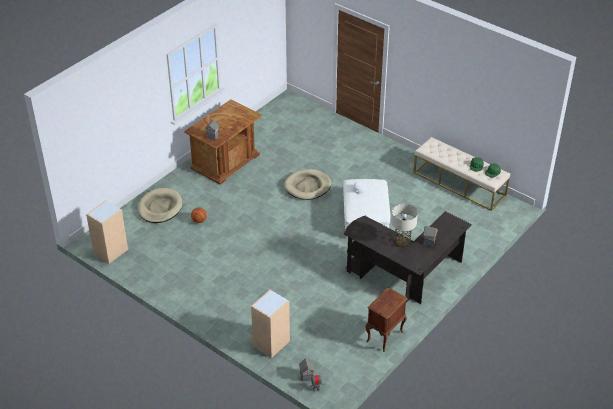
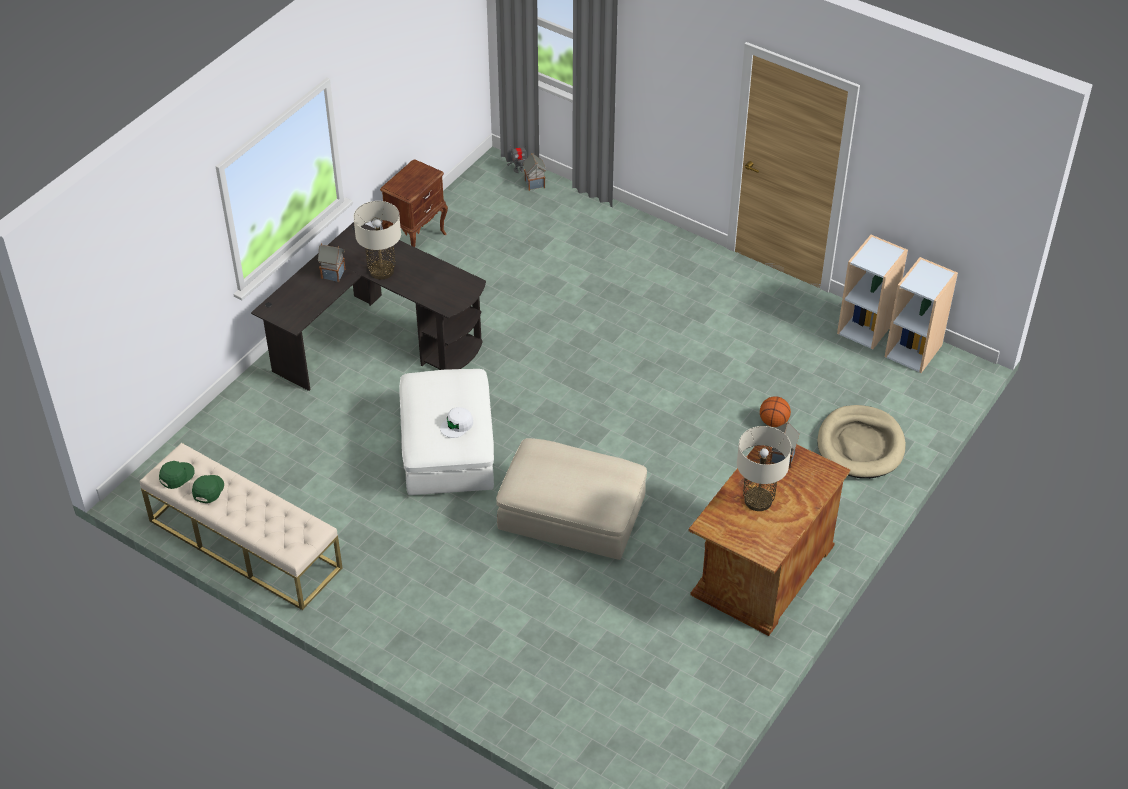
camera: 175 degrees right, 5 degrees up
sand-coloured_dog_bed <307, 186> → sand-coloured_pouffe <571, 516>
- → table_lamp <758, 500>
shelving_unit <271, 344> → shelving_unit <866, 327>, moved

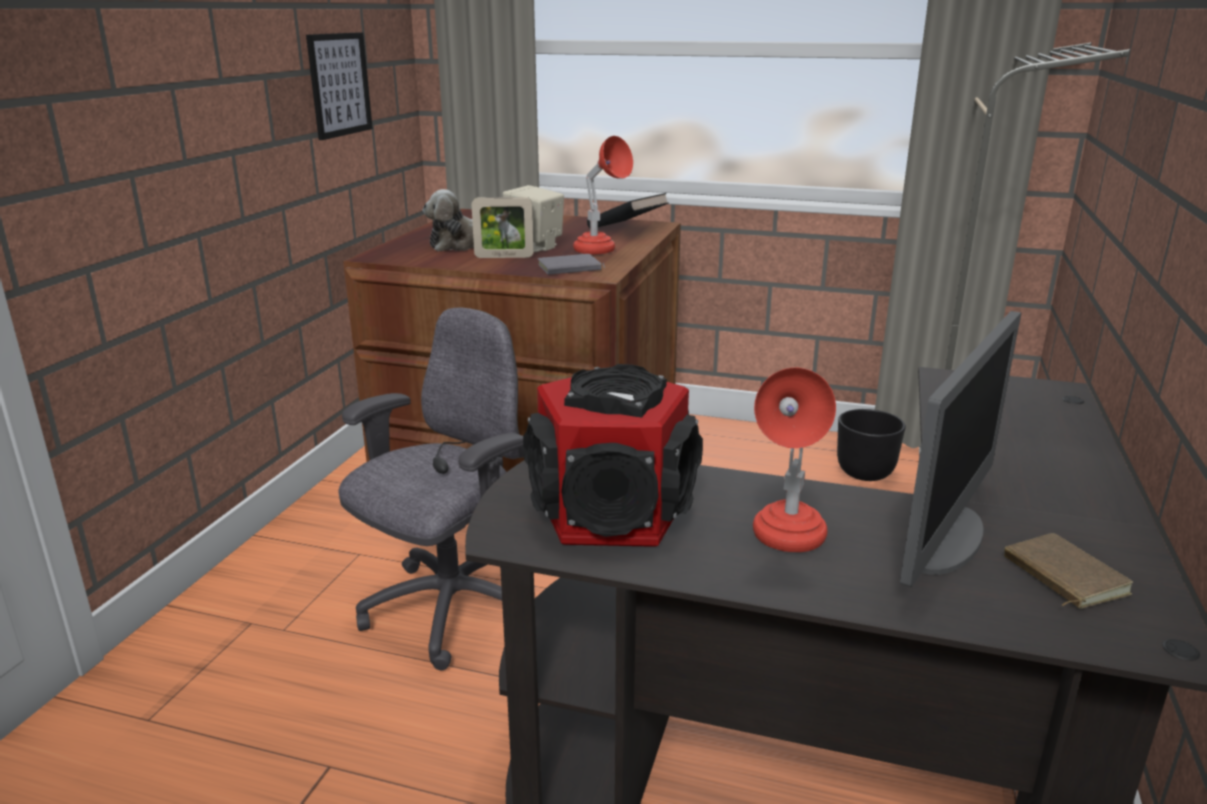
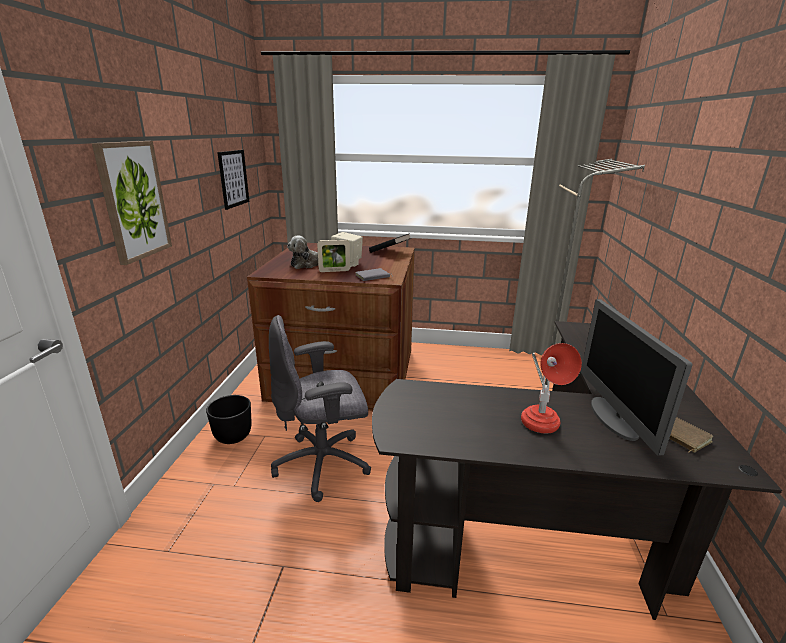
camera: 10 degrees left, 0 degrees up
- → wall_art <133, 201>
blackish_planter <864, 473> → blackish_planter <233, 436>, moved
grey_computer_chair <449, 610> → grey_computer_chair <324, 464>, 135 degrees counterclockwise
monitor <944, 539> → monitor <614, 419>, 150 degrees clockwise
loudspeaker <610, 512> → -
red_table_lamp <601, 252> → -

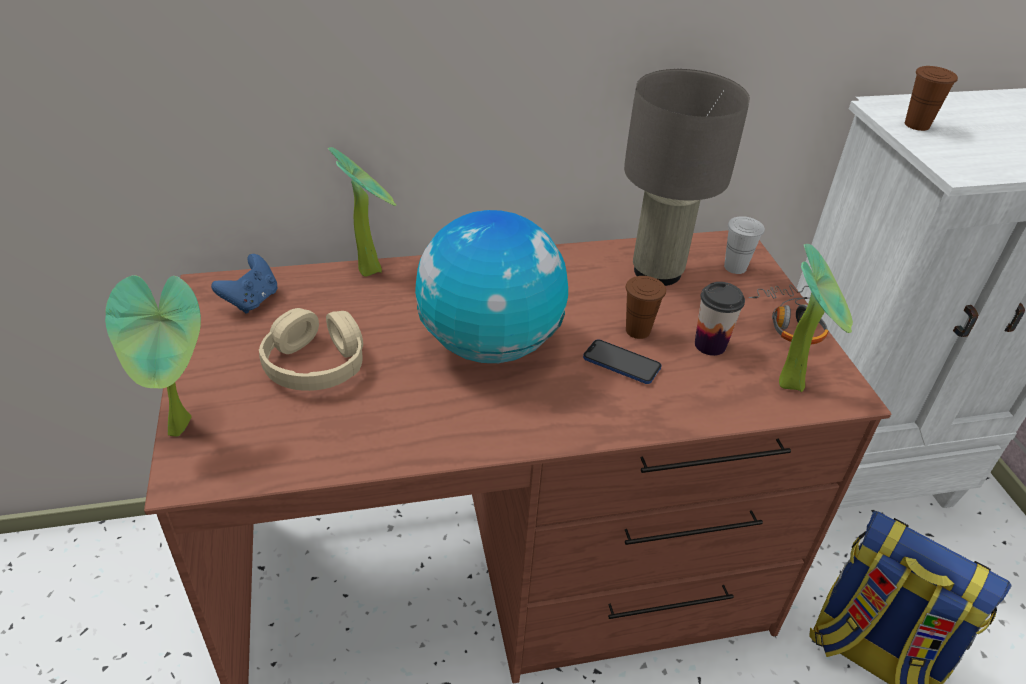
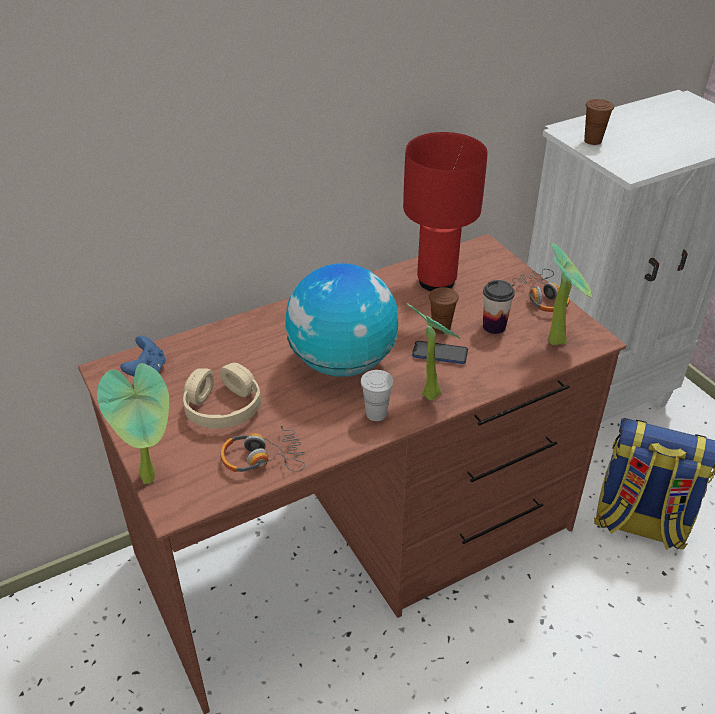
camera: 15 degrees left, 0 degrees up
- → headphones <263, 458>
white_small_cup <735, 267> → white_small_cup <376, 414>, moved
grey_table_lamp <657, 271> → red_table_lamp <436, 281>
houseplant <371, 268> → houseplant <431, 391>, moved

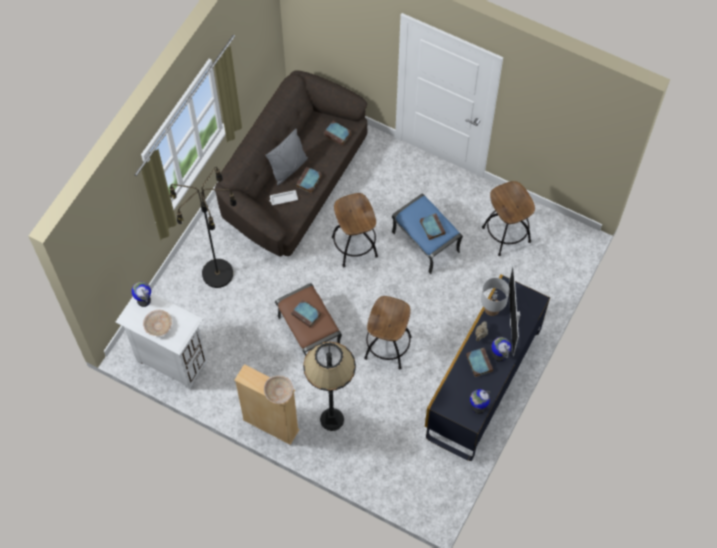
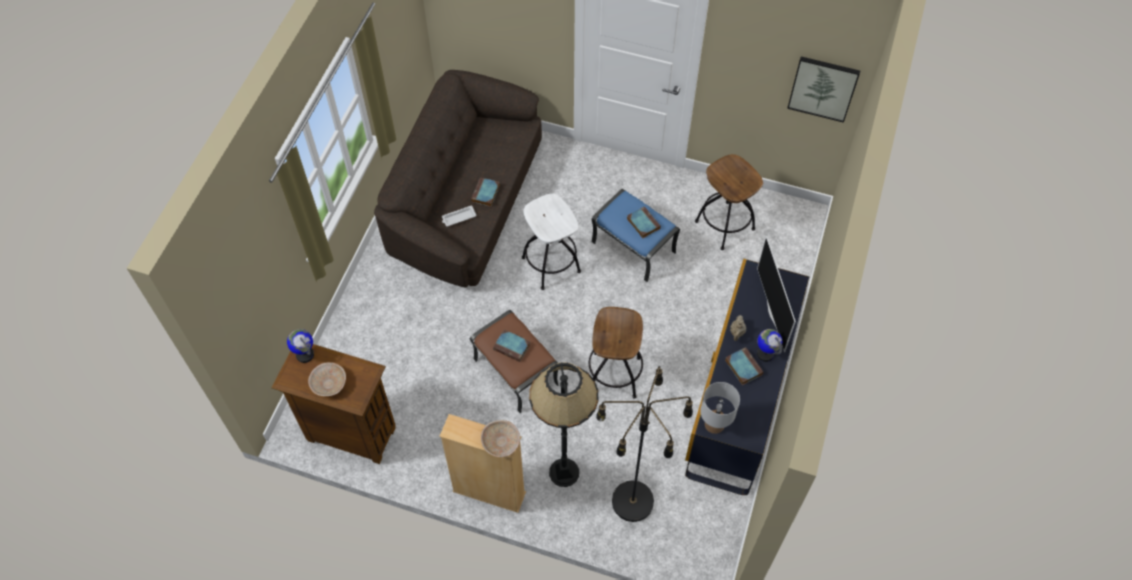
camera: 10 degrees left, 5 degrees down
white_storage_cabinet <171, 362> → brown-coloured_storage_cabinet <350, 435>
brown-coloured_stool_seat <354, 246> → white_stool_seat <551, 264>
standing_lamp <217, 274> → standing_lamp <633, 503>, moved
grey_table_lamp <491, 309> → grey_table_lamp <714, 424>, moved
- → wall_art <823, 88>
grey_cushion <288, 168> → -
bound_book <338, 134> → -
world_globe <478, 407> → -

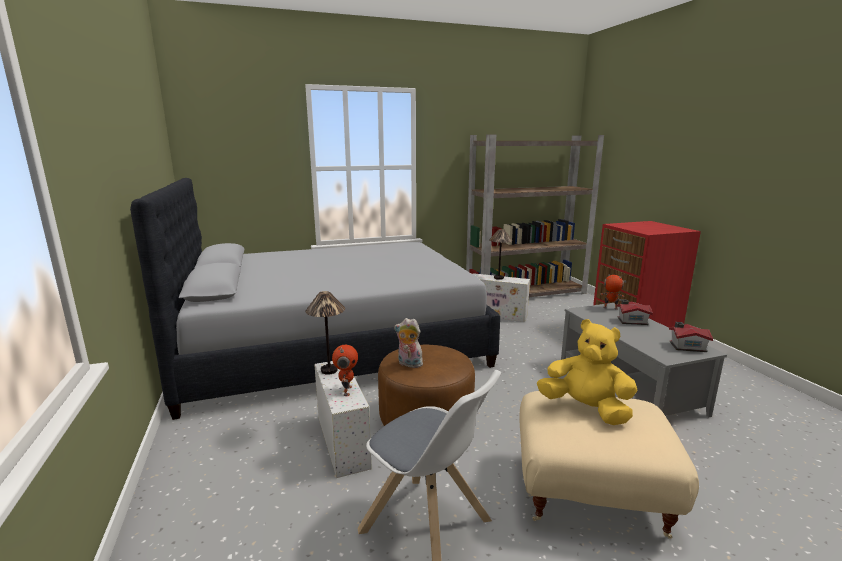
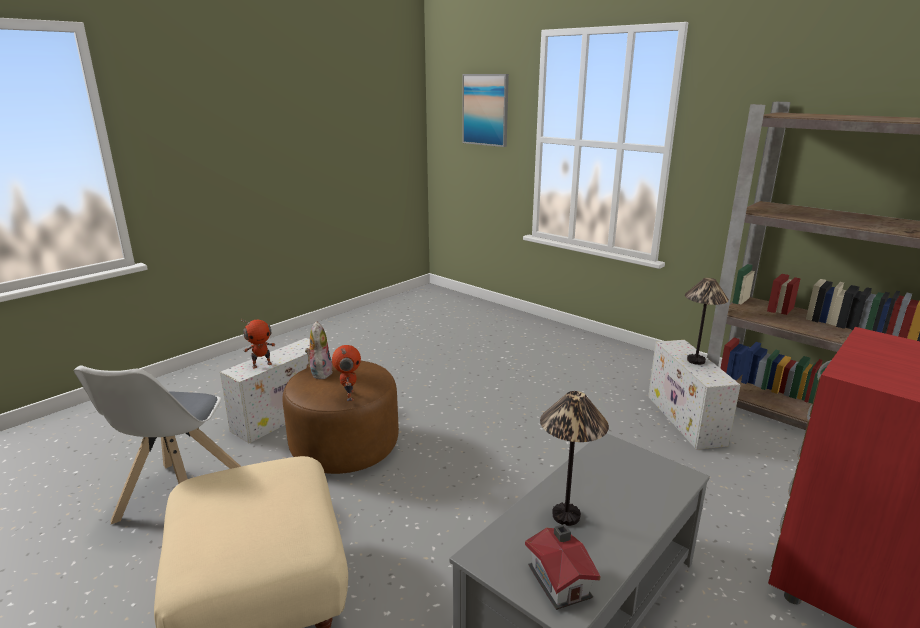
camera: 60 degrees right, 5 degrees up
model_robot <610, 308> → model_robot <349, 395>, moved
- → wall_art <485, 110>
table_lamp <329, 370> → table_lamp <567, 516>, moved
grey_bed <333, 345> → -
yellowish_soft_toy <585, 409> → -
miniature_house <631, 321> → -

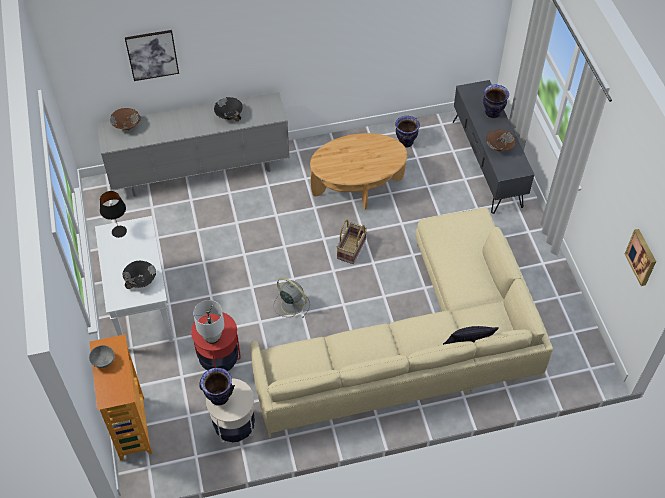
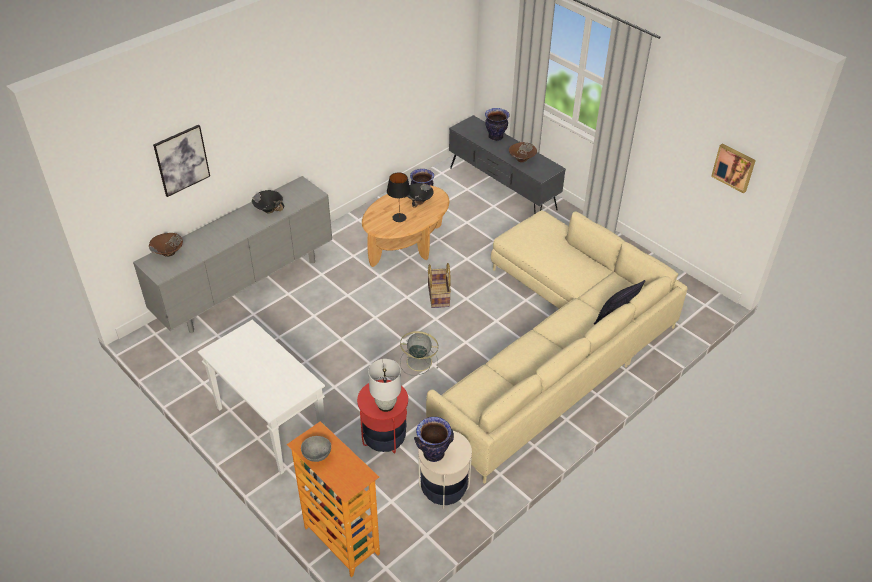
camera: 30 degrees left, 10 degrees down
blackish_table_lamp <118, 231> → blackish_table_lamp <399, 217>, moved
blackish_serving_bowl <141, 281> → blackish_serving_bowl <419, 201>, moved

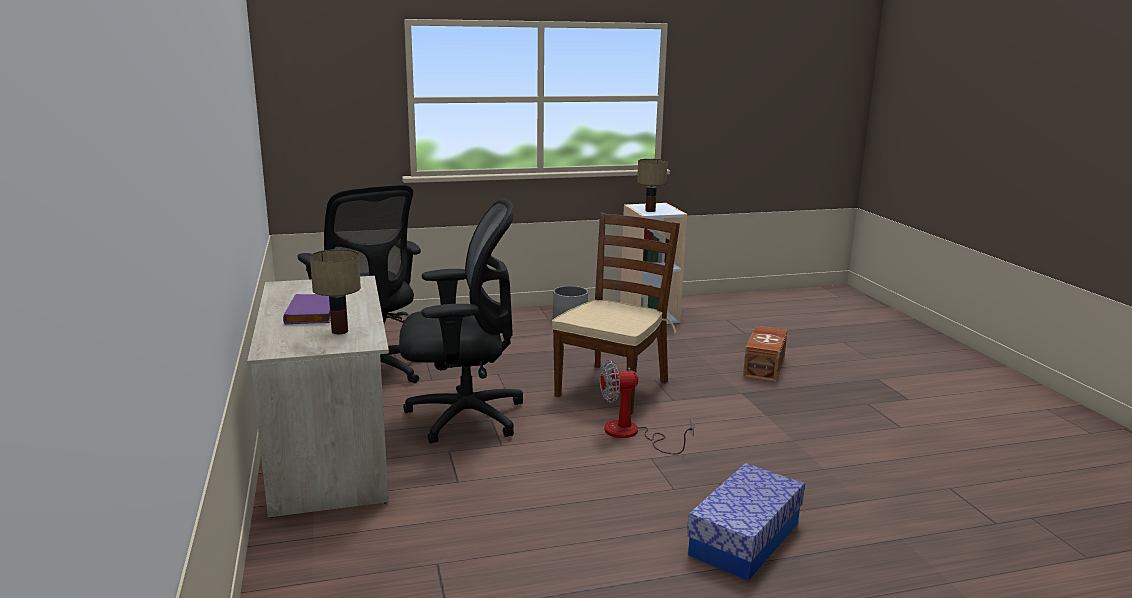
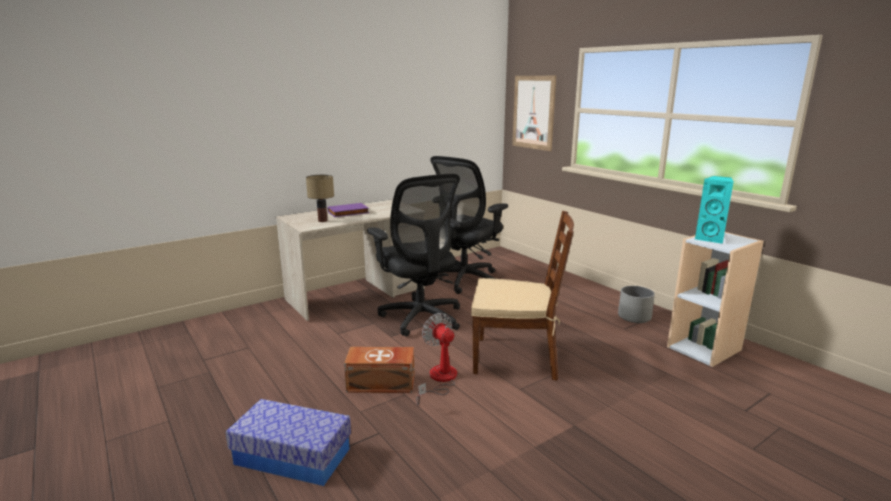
camera: 70 degrees right, 0 degrees up
brown-coloured_storage_container <765, 367> → brown-coloured_storage_container <382, 384>, moved
- → wall_art <533, 112>
table_lamp <650, 210> → blue-green_loudspeaker <710, 239>

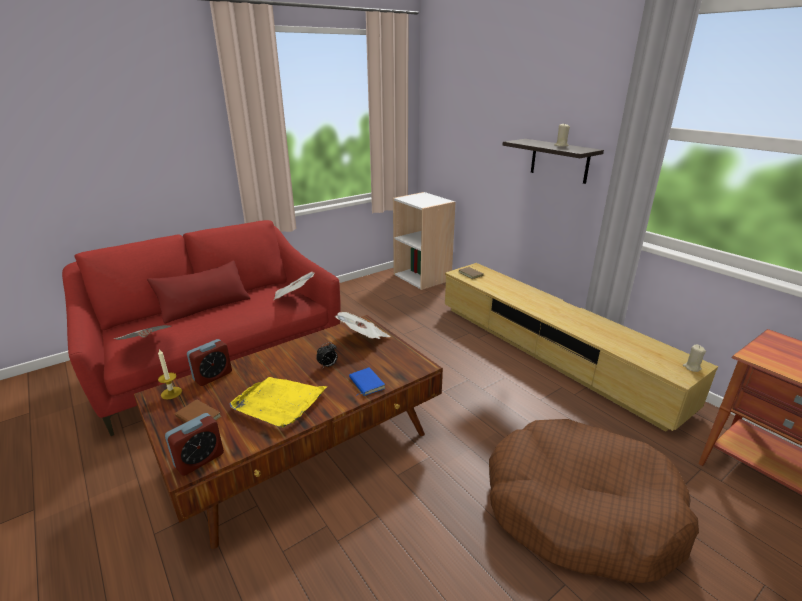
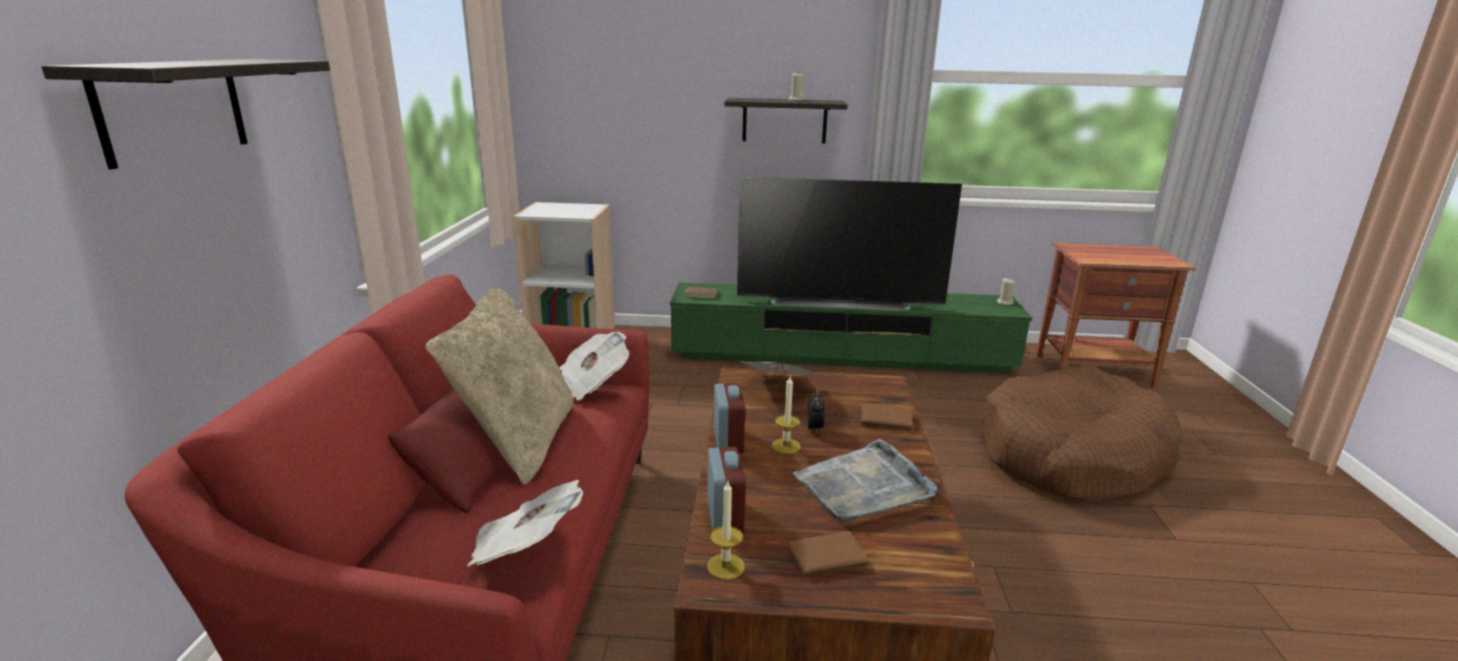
camera: 50 degrees left, 5 degrees down
- → bracket_shelf <172, 109>
- → sand-coloured_cushion <518, 440>
sand-coloured_media_console <549, 352> → green_media_console <841, 355>
alarm_clock <199, 460> → alarm_clock <728, 441>, moved
- → TV_set <839, 301>
- → candle <786, 446>
yellowish_carrying_tray <279, 403> → grey_carrying_tray <864, 486>
bluish_bound_book <365, 383> → brown-coloured_bound_book <886, 422>

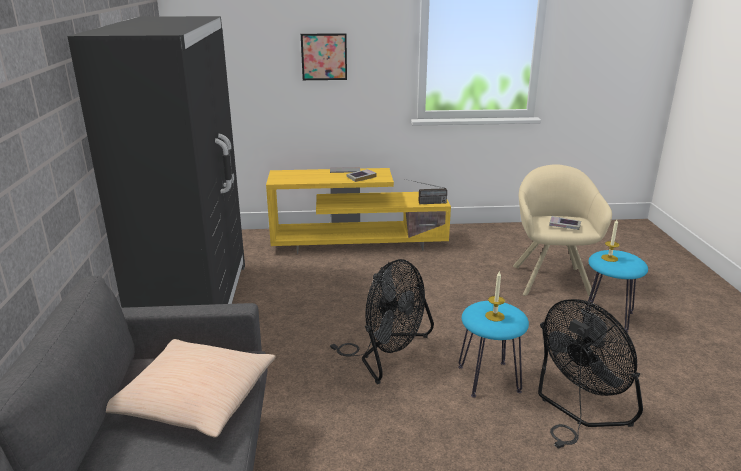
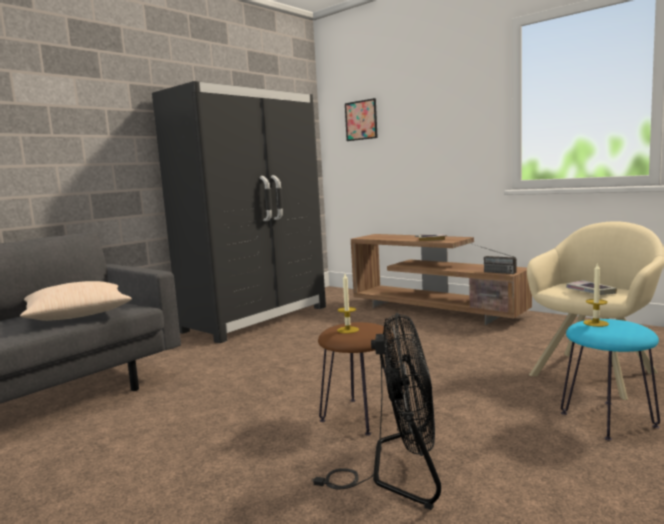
camera: 45 degrees right, 15 degrees down
blue-green_stool_seat <489, 378> → brown-coloured_stool_seat <360, 416>
wall_art <324, 57> → wall_art <361, 120>, moved
yellowish_media_console <360, 243> → brown-coloured_media_console <436, 311>
blackish_cooling_fan <385, 354> → -

